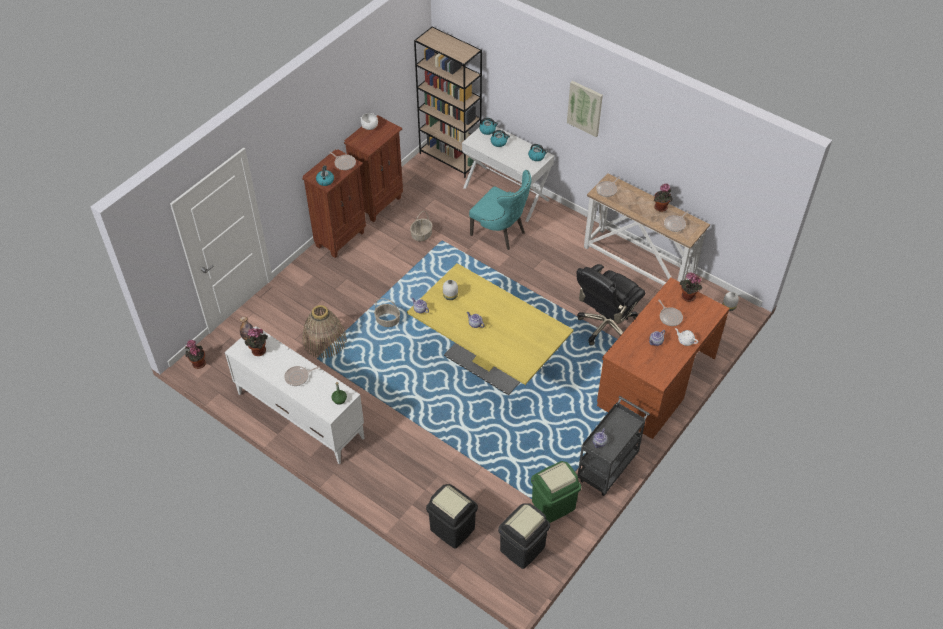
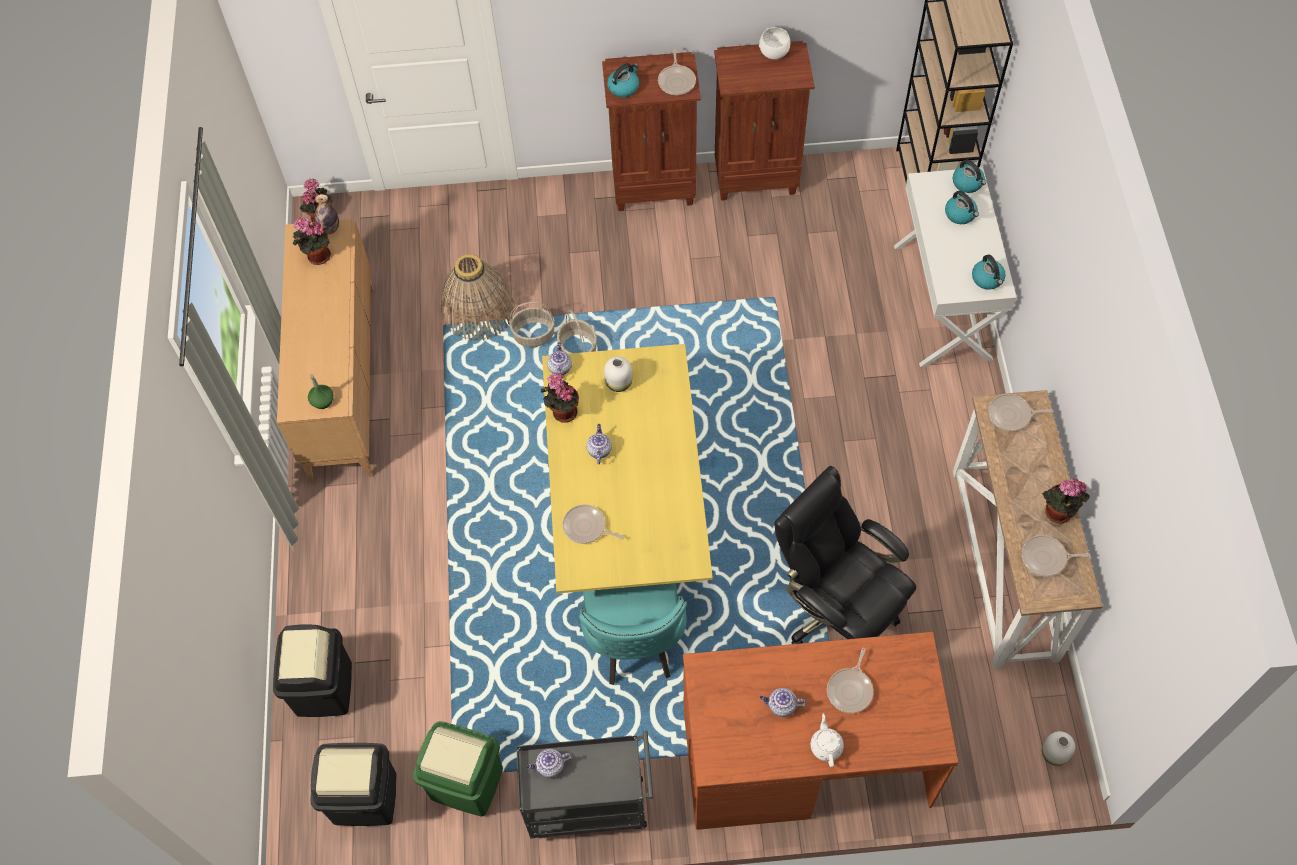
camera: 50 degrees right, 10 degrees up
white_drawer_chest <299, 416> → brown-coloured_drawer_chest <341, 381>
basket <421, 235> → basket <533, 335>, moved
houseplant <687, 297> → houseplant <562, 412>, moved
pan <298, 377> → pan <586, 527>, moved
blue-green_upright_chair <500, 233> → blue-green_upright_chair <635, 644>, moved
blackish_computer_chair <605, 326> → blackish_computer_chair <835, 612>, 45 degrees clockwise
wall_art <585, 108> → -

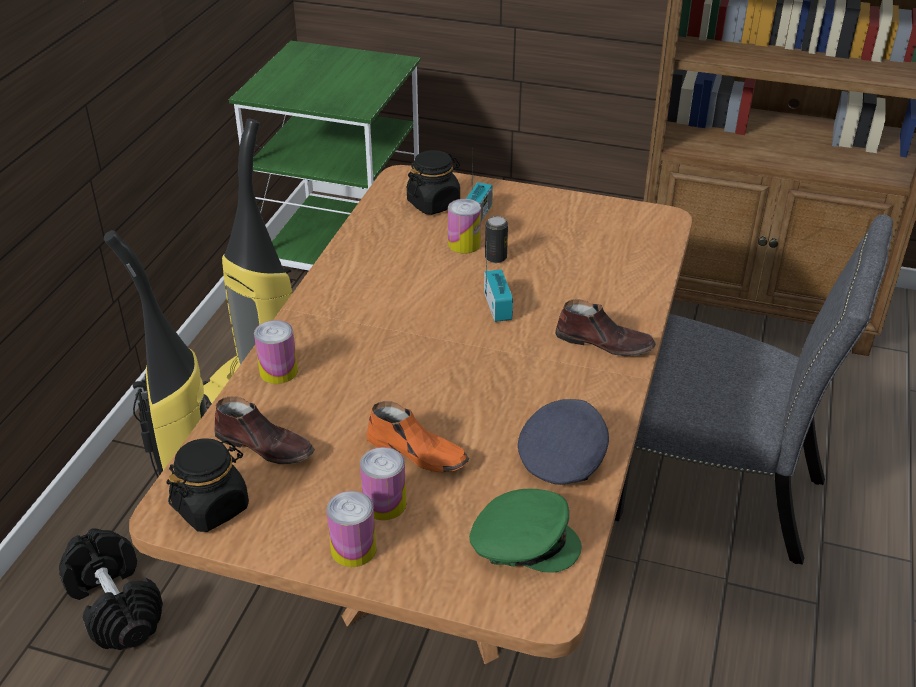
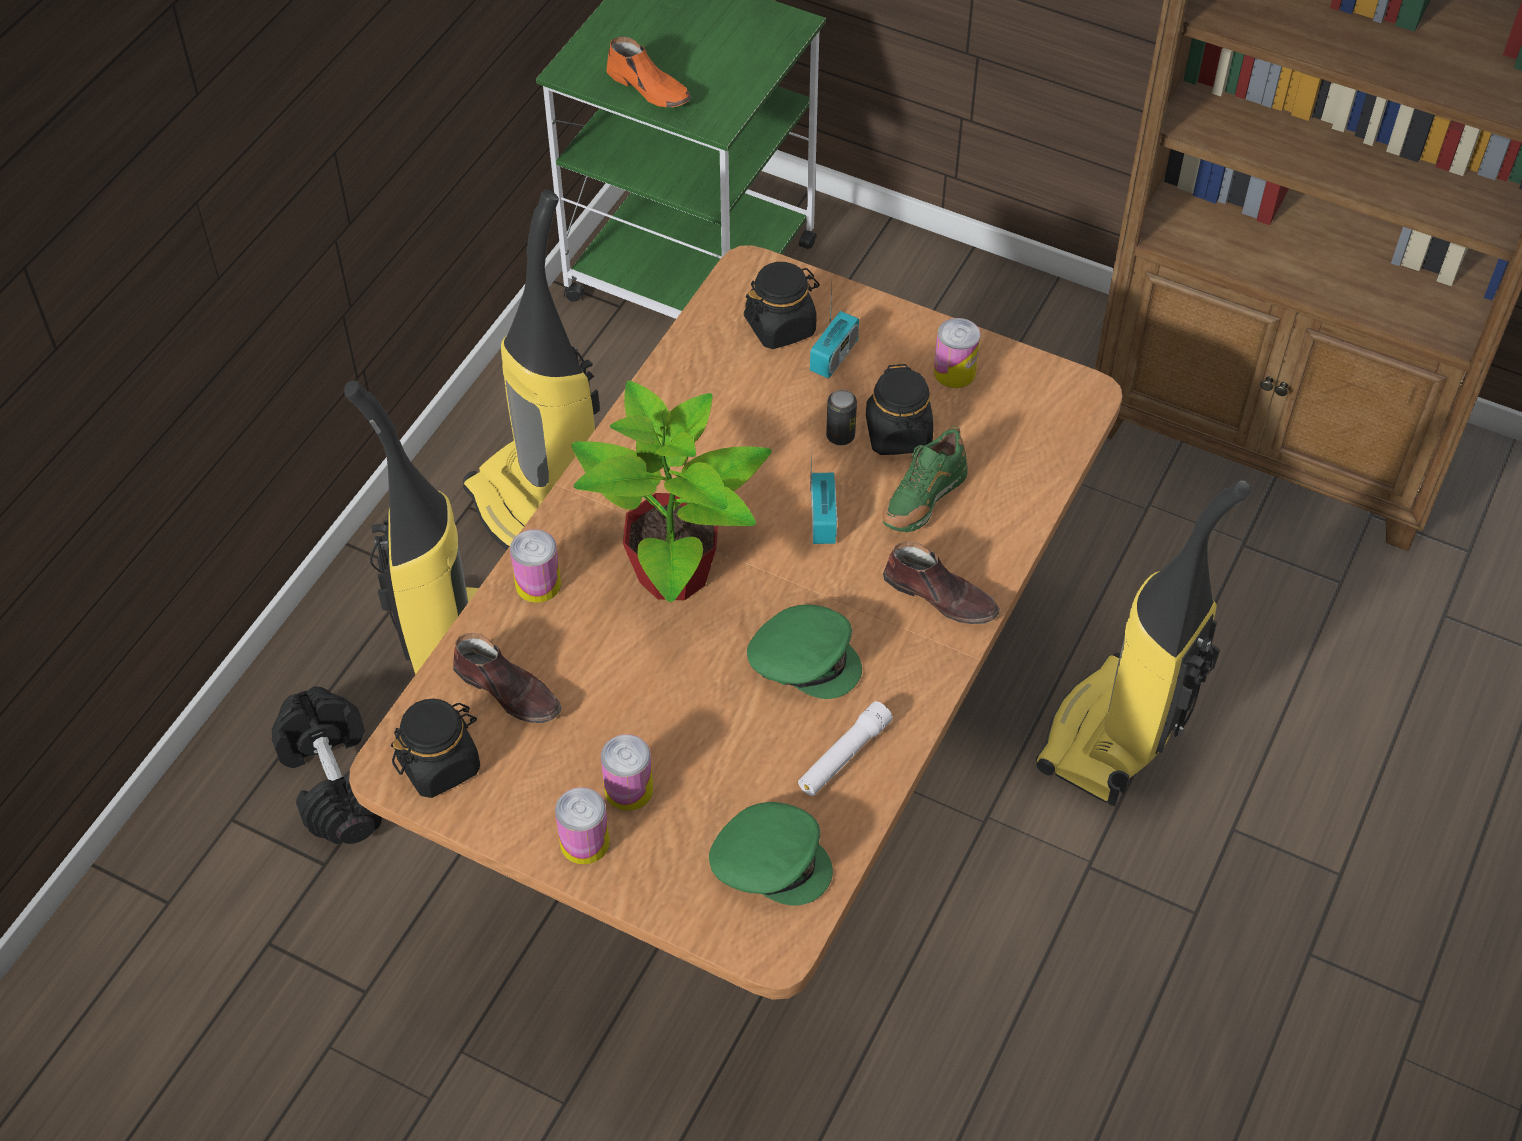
camera: 10 degrees right, 15 degrees up
- → houseplant <675, 574>
orangey_item_of_footwear <418, 452> → orangey_item_of_footwear <650, 88>, moved
- → green_cap <804, 660>
grey_cap <562, 456> → white_flashlight <844, 756>
- → blackish_preserve_jar <898, 434>
- → green_item_of_footwear <922, 502>
sealed_can <464, 244> → sealed_can <954, 372>, moved
grey_upright_chair <714, 492> → vacuum_cleaner <1114, 737>

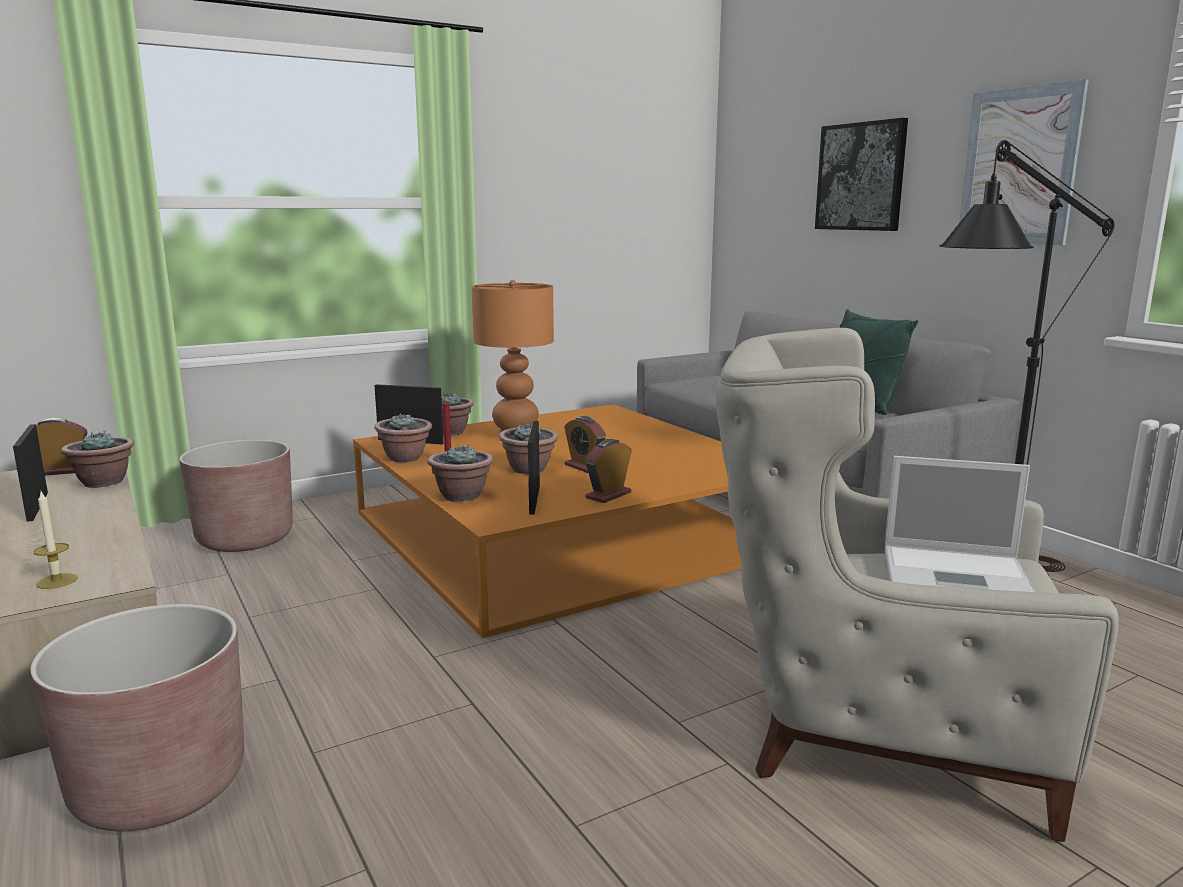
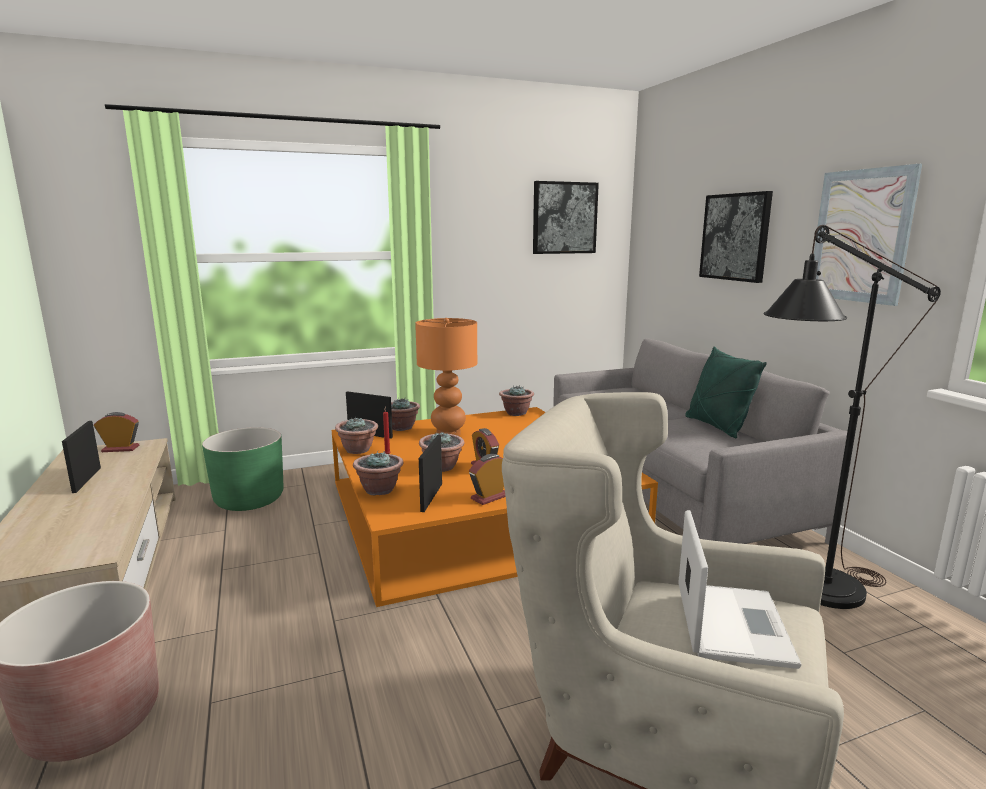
camera: 10 degrees right, 0 degrees up
brown-coloured_planter <245, 539> → green_planter <249, 500>
houseplant <103, 482> → houseplant <516, 413>, moved
- → wall_art <564, 218>
portable_computer <958, 574> → portable_computer <731, 622>, 105 degrees counterclockwise
candle <57, 581> → -

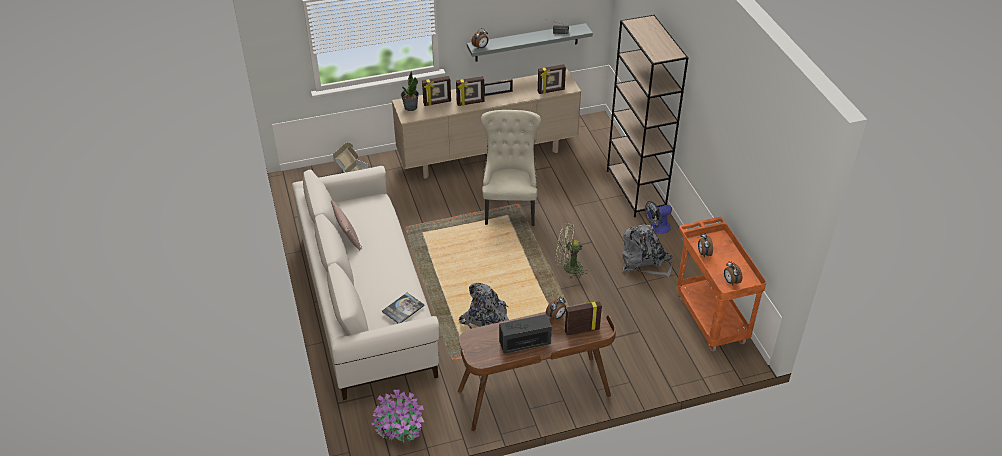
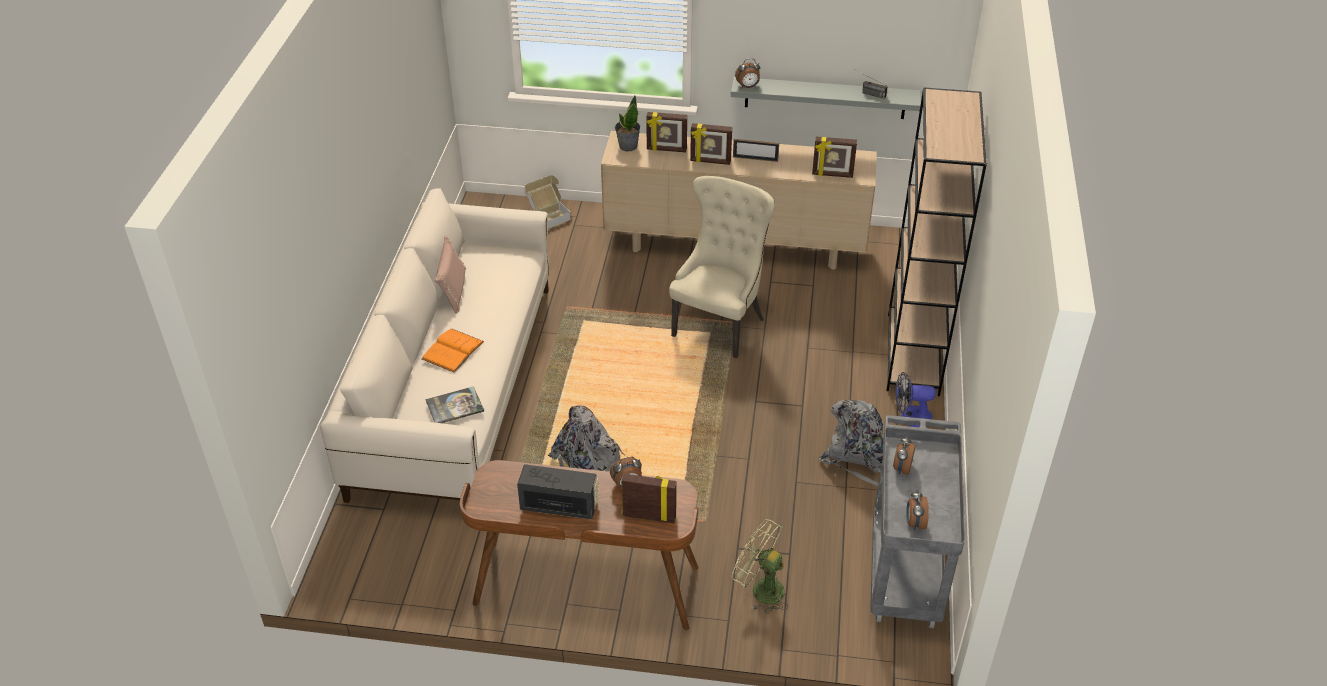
camera: 25 degrees right, 0 degrees up
- → orangey_bound_book <452, 350>
green_cooling_fan <568, 267> → green_cooling_fan <760, 589>, moved
orangey_wheeled_cart <708, 317> → grey_wheeled_cart <904, 571>
houseplant <399, 428> → -

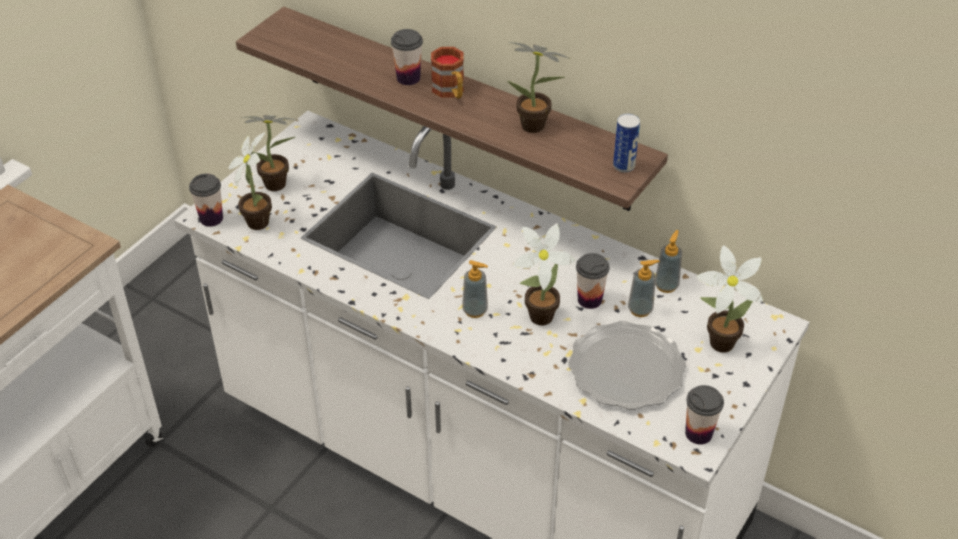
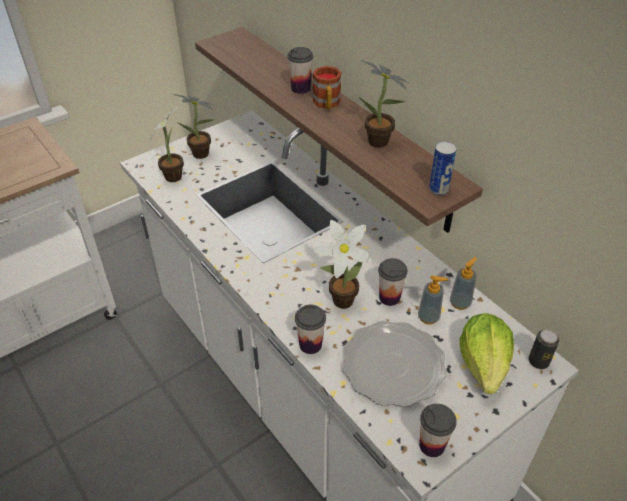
camera: 20 degrees right, 0 degrees up
small_cup <211, 218> → small_cup <310, 345>, moved
houseplant <717, 342> → lettuce_head <484, 365>
- → sealed_can <538, 361>
soap_bottle <475, 310> → -

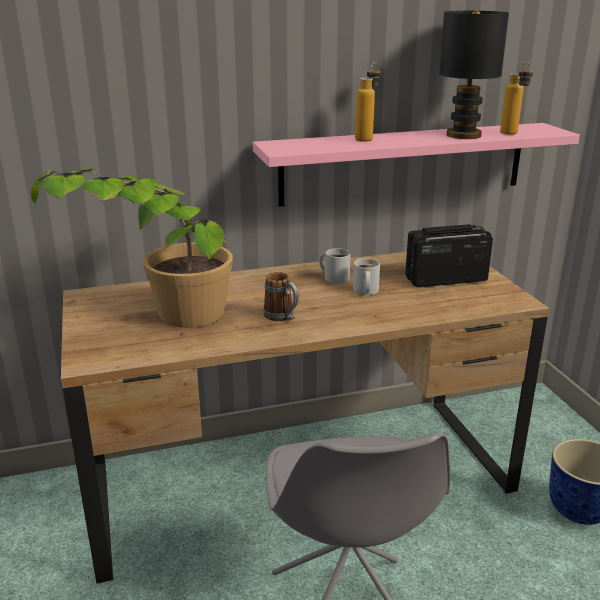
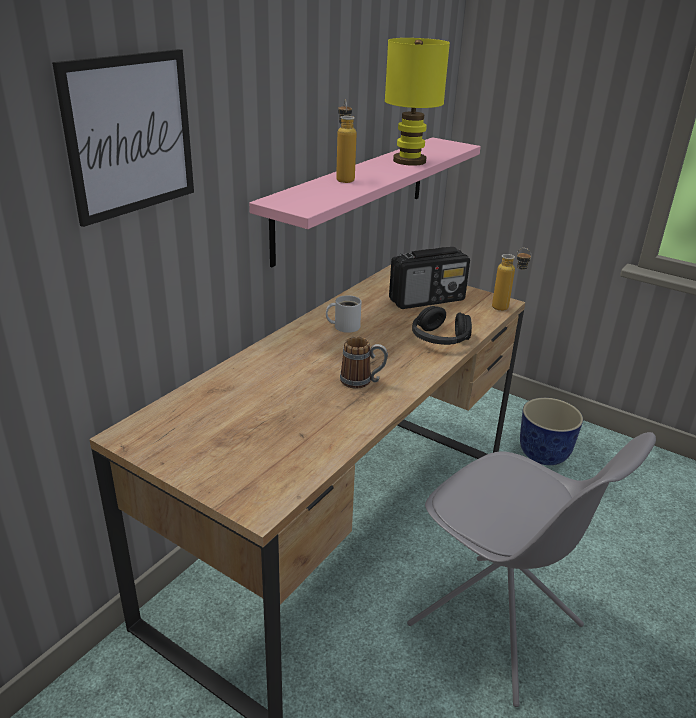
camera: 40 degrees left, 5 degrees up
- → wall_art <130, 135>
blackish_table_lamp <463, 135> → yellowish_table_lamp <409, 160>
radio_set <445, 279> → radio_set <427, 300>, 150 degrees counterclockwise
- → blackish_headphones <439, 339>
drink_bottle <512, 134> → drink_bottle <506, 309>, moved
houseplant <156, 318> → -
white_coffee_mug <365, 291> → -

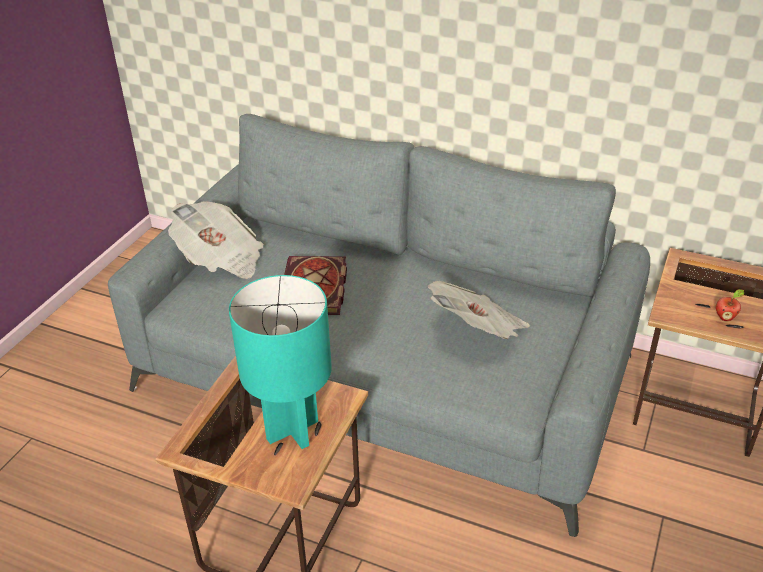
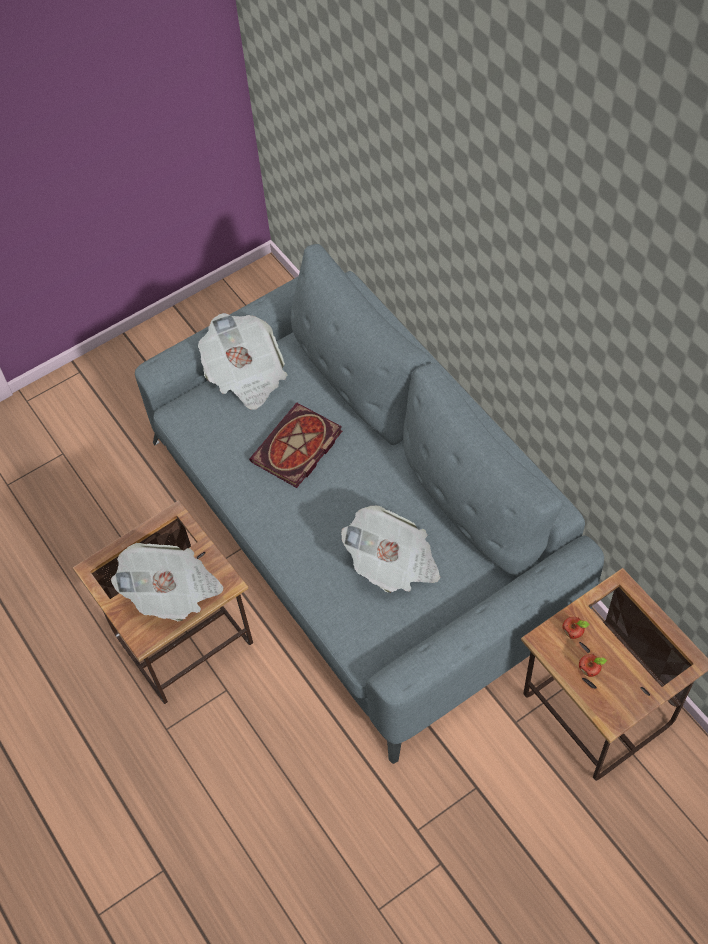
camera: 35 degrees right, 20 degrees up
blue-green_table_lamp <293, 429> → printed_paper <173, 592>
- → apple <573, 633>

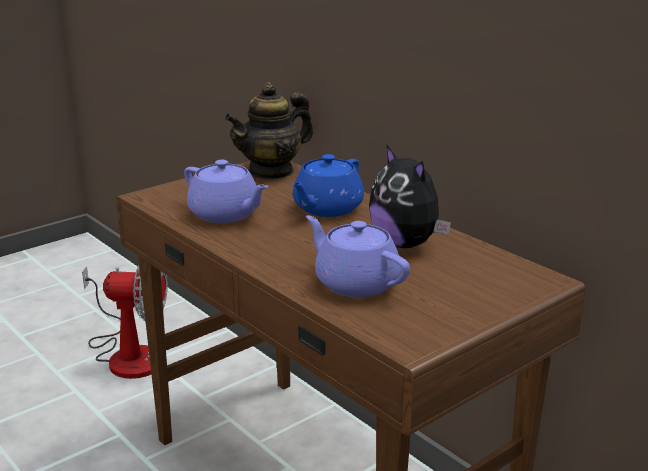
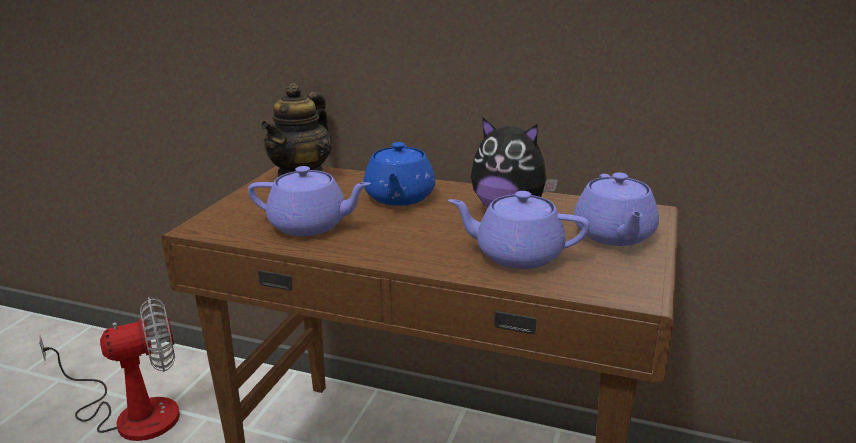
camera: 30 degrees left, 0 degrees up
- → purple-coloured_pot_for_tea <614, 235>

